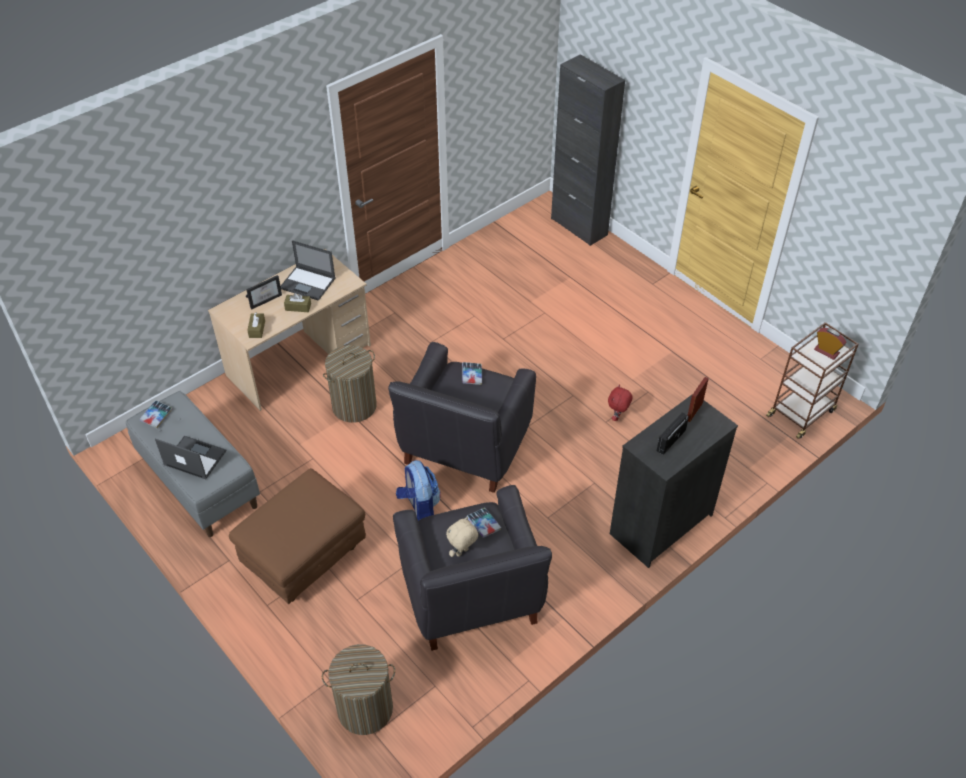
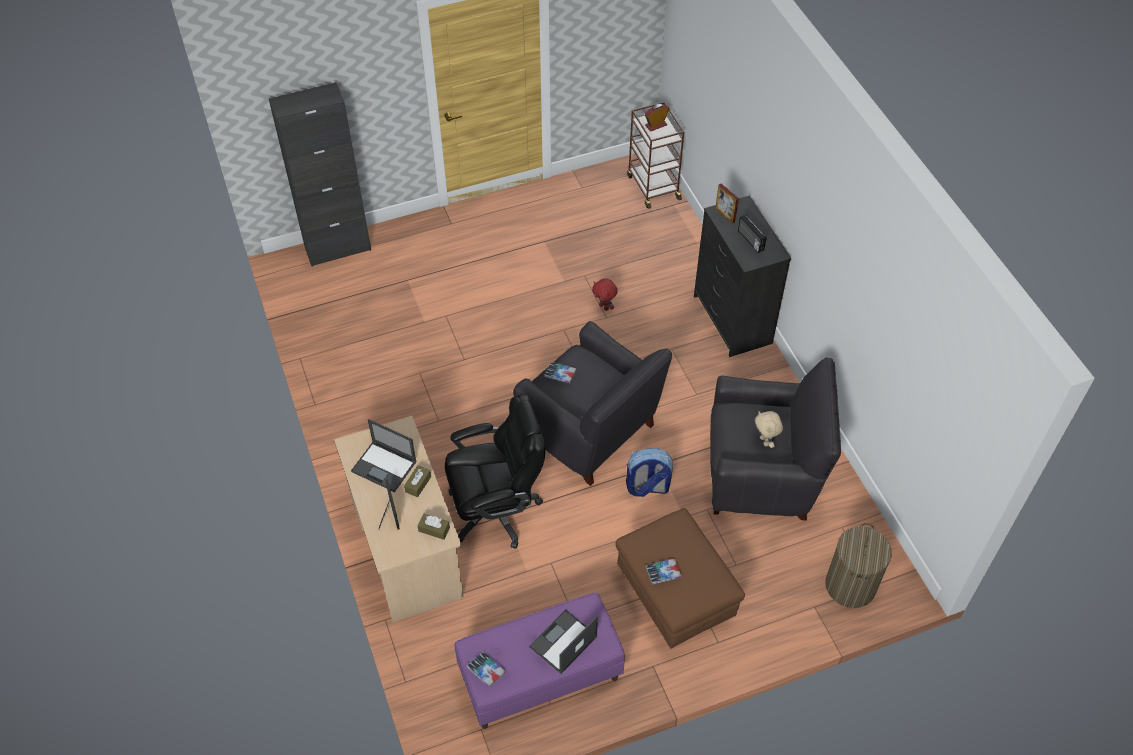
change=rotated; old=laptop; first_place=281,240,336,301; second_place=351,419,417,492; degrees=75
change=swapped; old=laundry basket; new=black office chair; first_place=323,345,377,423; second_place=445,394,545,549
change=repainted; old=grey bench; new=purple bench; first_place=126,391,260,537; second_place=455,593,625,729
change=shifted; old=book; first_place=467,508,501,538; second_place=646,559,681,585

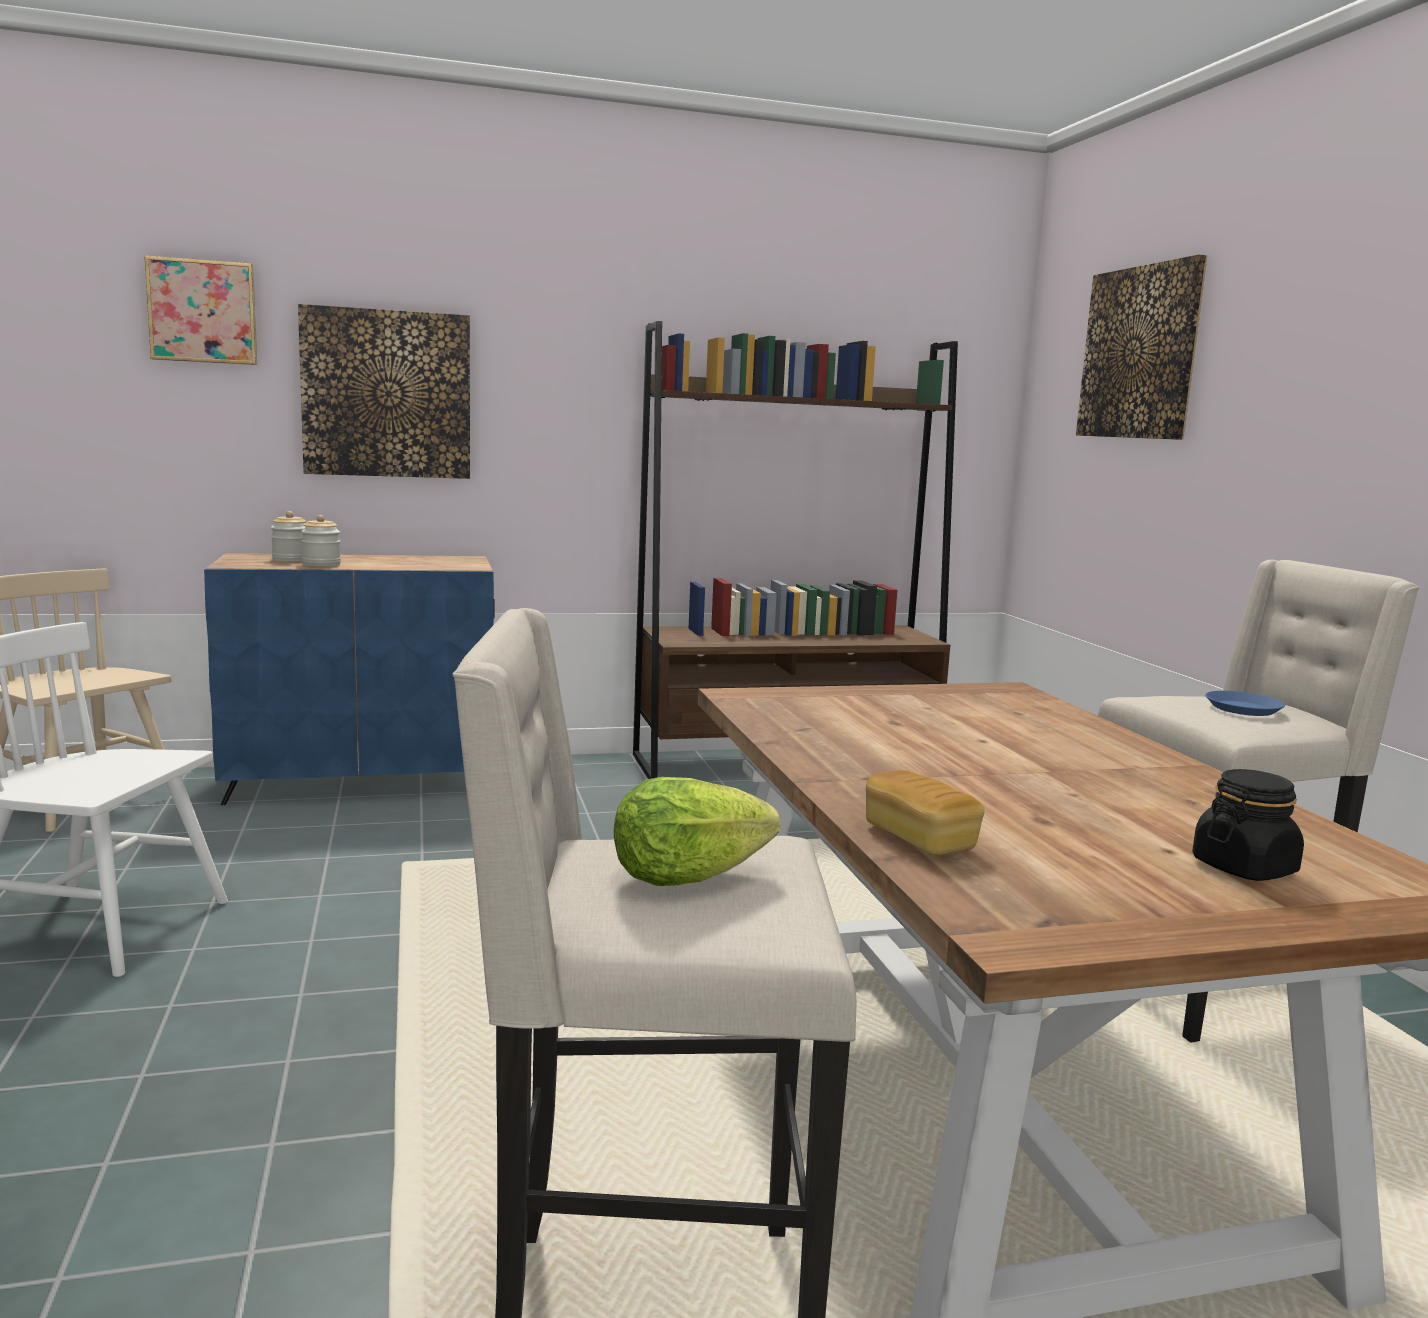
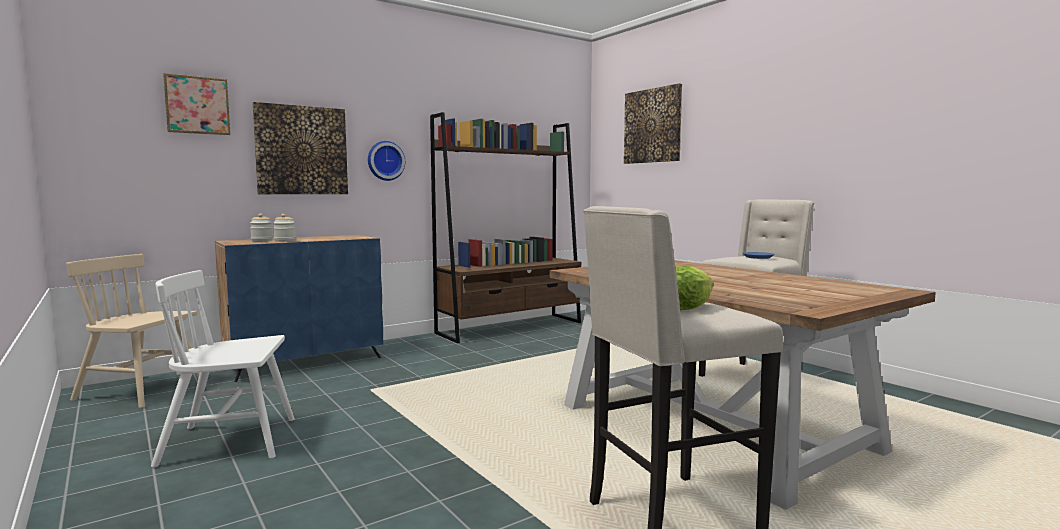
change=new; new=wall clock; second_place=368,141,405,181
change=gone; old=bread; first_place=866,770,985,855
change=gone; old=black jar; first_place=1193,769,1304,881

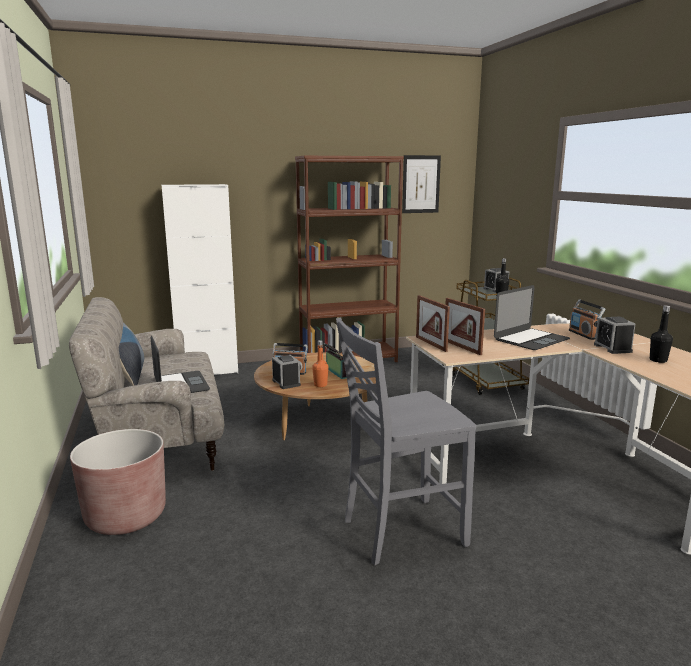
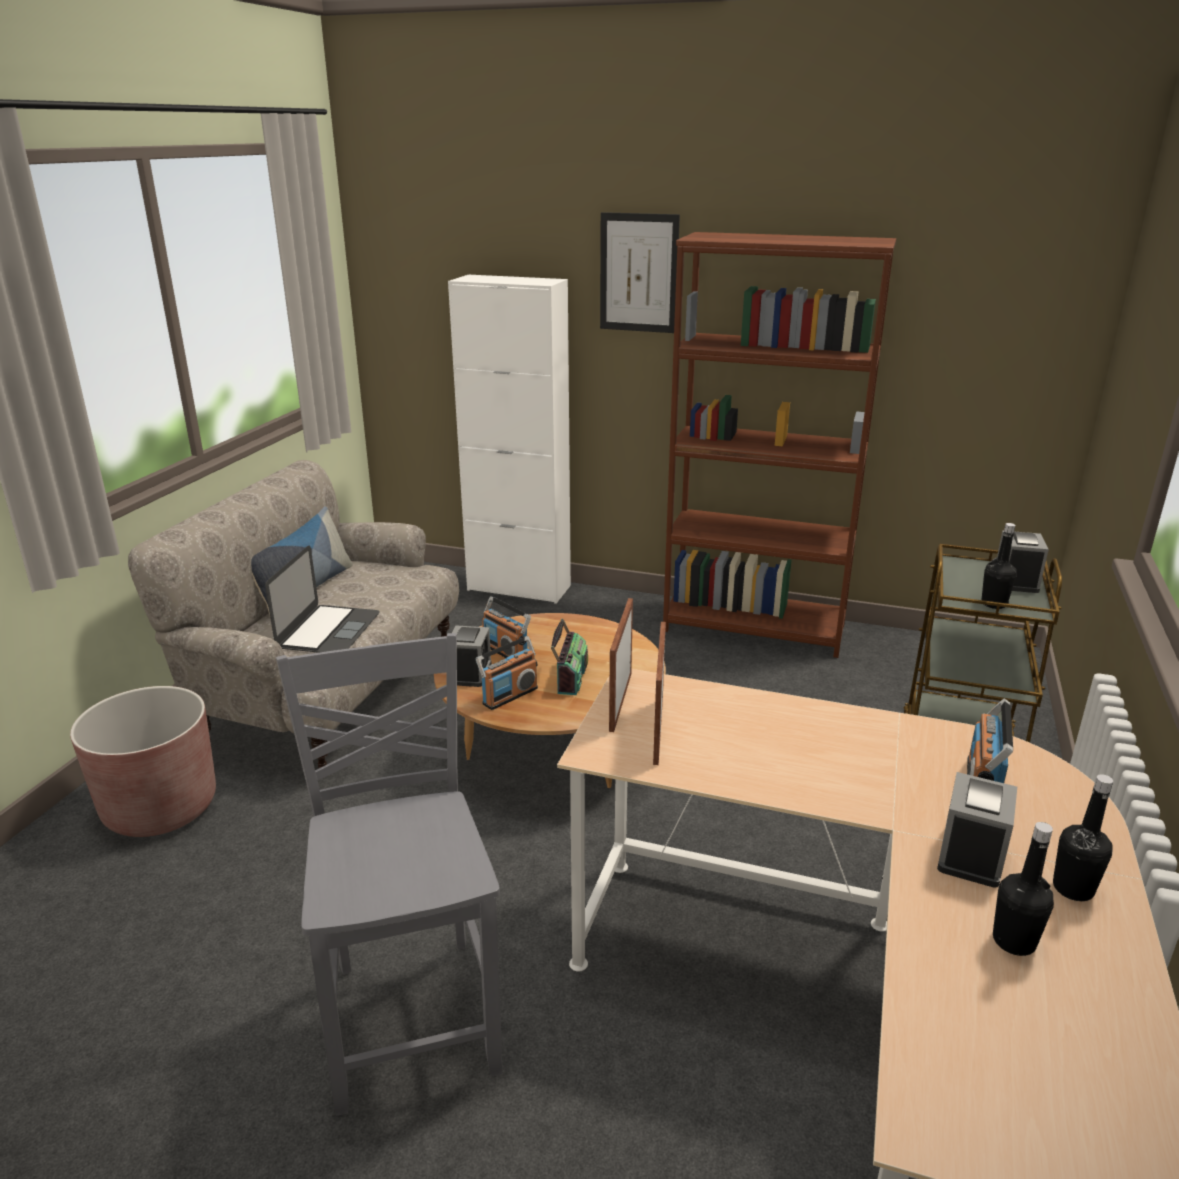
change=rotated; old=grey chair; first_place=336,318,476,565; second_place=276,633,502,1116; degrees=60
change=swapped; old=orange bottle; new=radio; first_place=312,340,329,387; second_place=476,636,538,710
change=shifted; old=picture; first_place=402,155,441,213; second_place=600,212,680,333
change=new; new=black bottle; second_place=1053,774,1113,901
change=gone; old=laptop; first_place=494,285,570,350

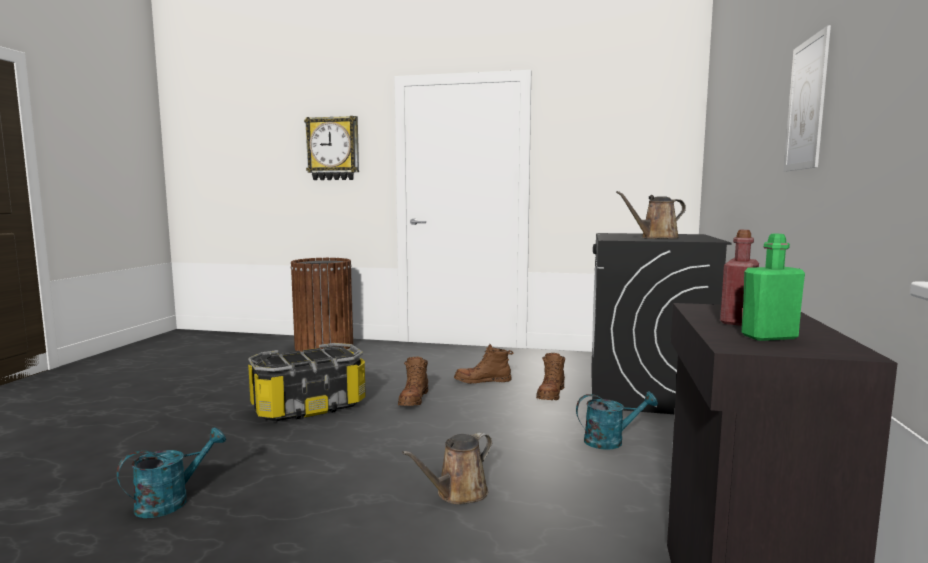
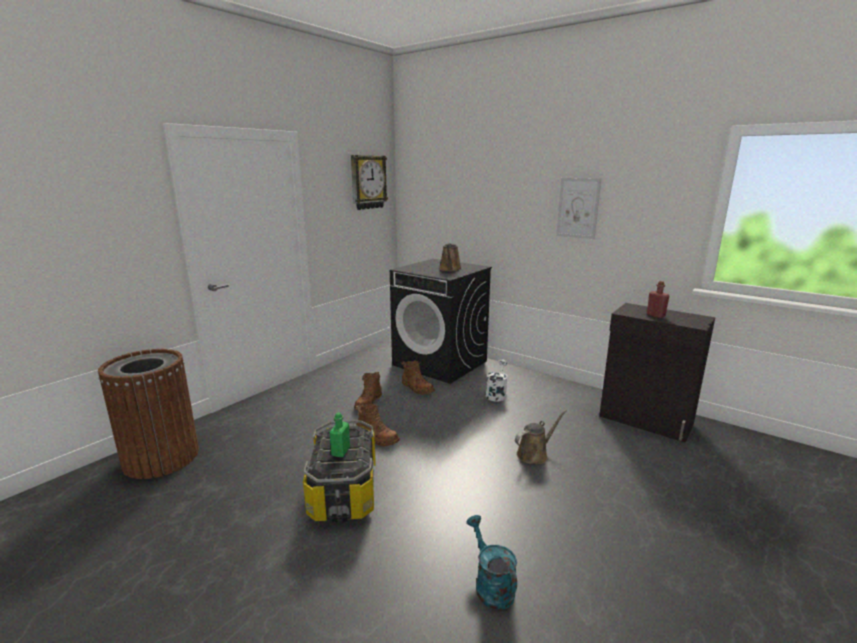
change=shifted; old=green bottle; first_place=741,234,805,341; second_place=329,412,350,457
change=shifted; old=wall clock; first_place=304,116,359,180; second_place=351,155,388,210
change=repainted; old=turquoise watering can; new=white watering can; first_place=576,391,658,450; second_place=486,360,508,401
change=rotated; old=brown watering can; first_place=402,432,492,504; second_place=515,410,567,464; degrees=-105

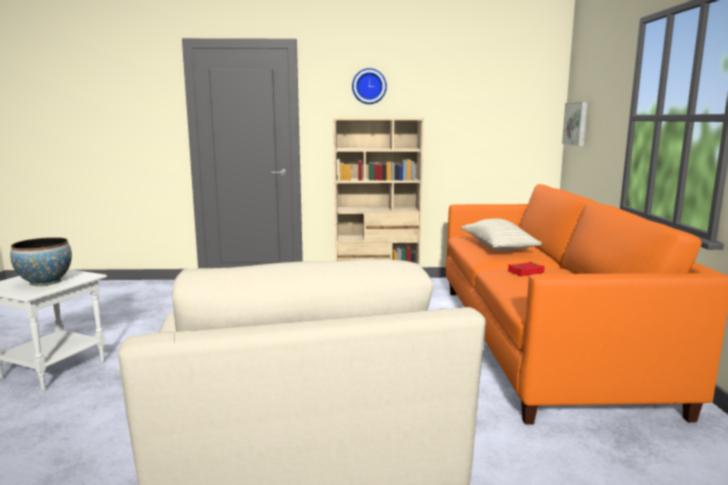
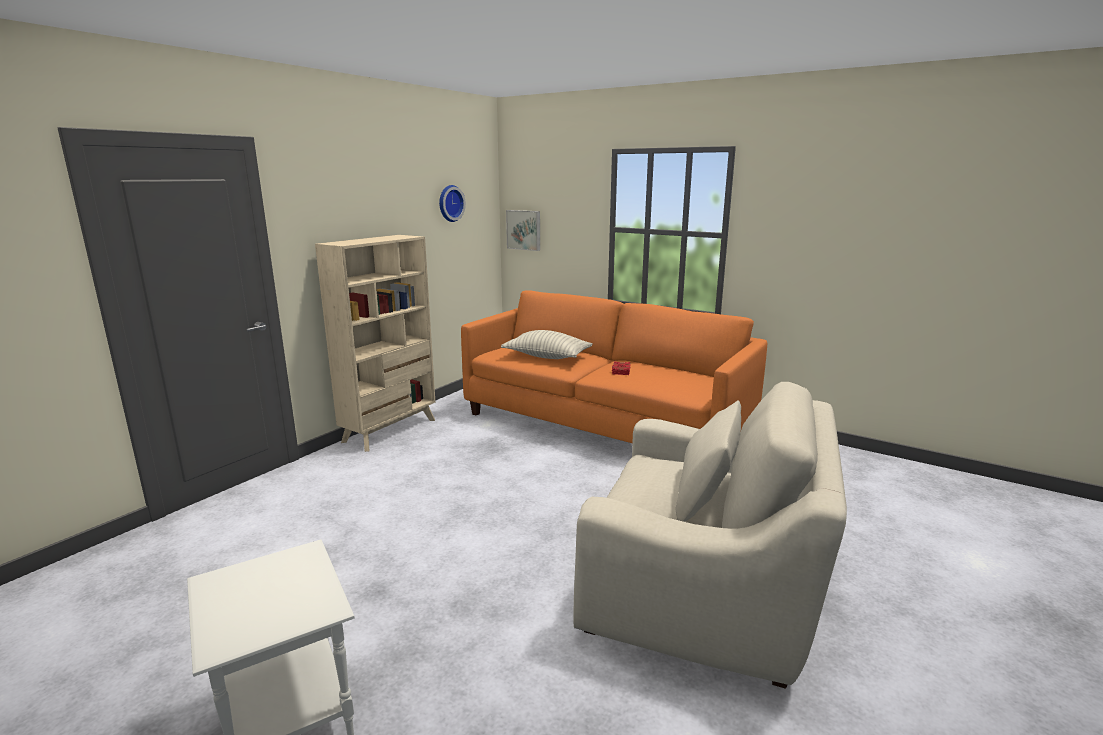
change=shifted; old=wall clock; first_place=352,68,387,104; second_place=439,185,466,222
change=gone; old=bowl; first_place=10,237,72,286

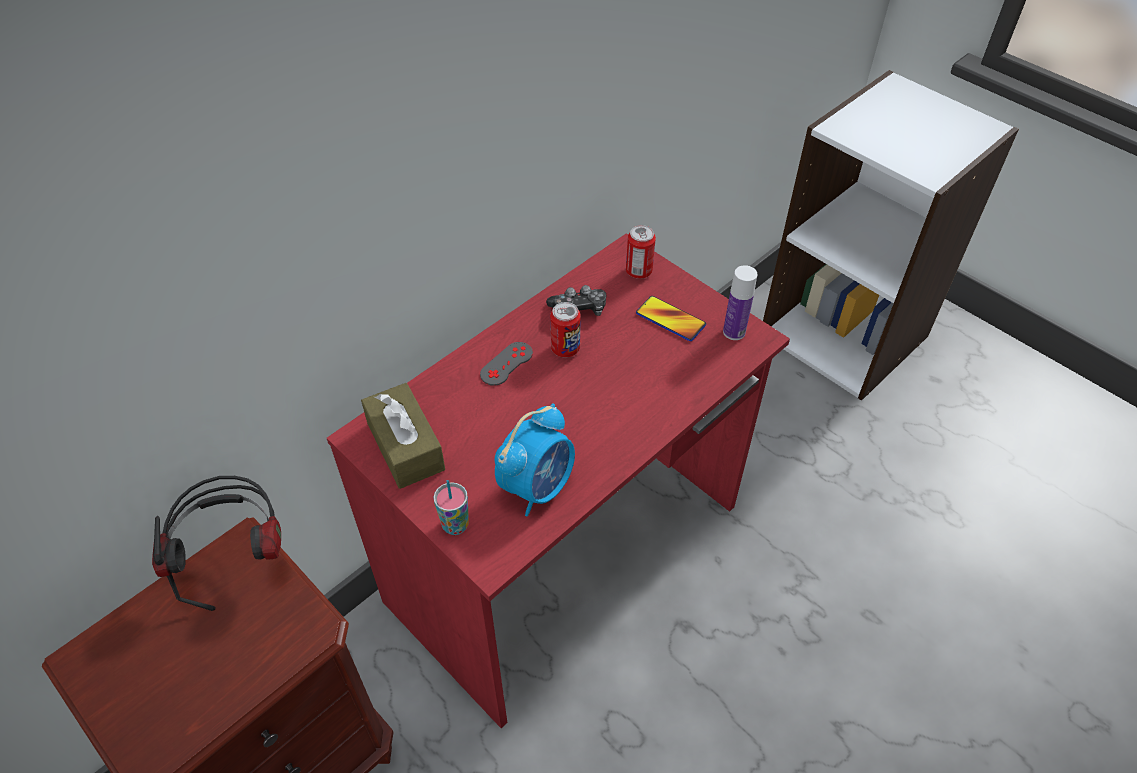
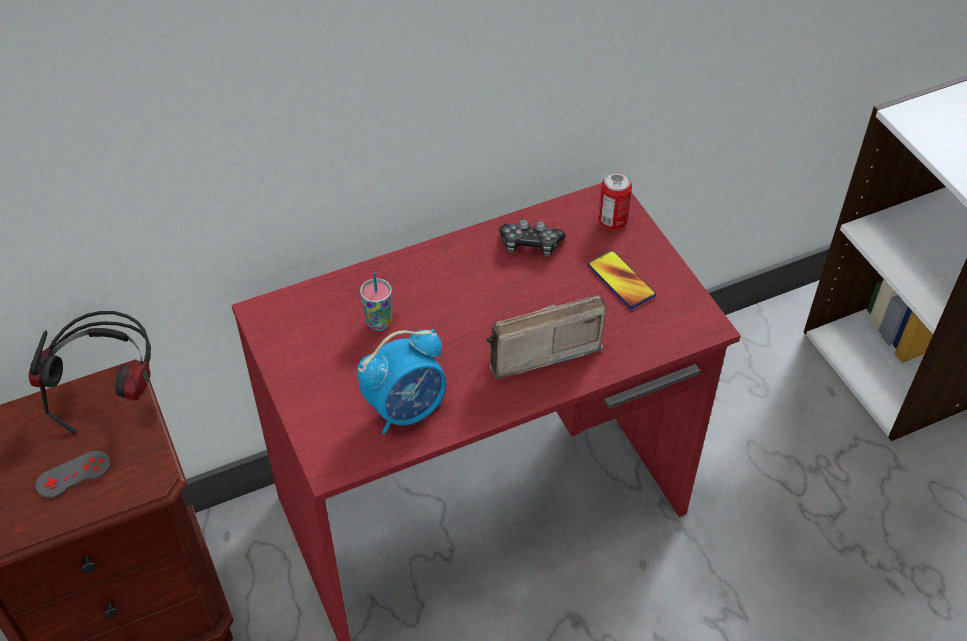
change=shifted; old=grey game controller; first_place=480,342,533,386; second_place=35,451,111,498
change=shifted; old=cup; first_place=434,480,469,535; second_place=360,272,392,331
change=new; new=radio; second_place=486,295,607,379
change=gone; old=brown tissue box; first_place=361,383,445,489
change=gone; old=can; first_place=550,302,581,358
change=gone; old=bottle; first_place=723,265,758,340

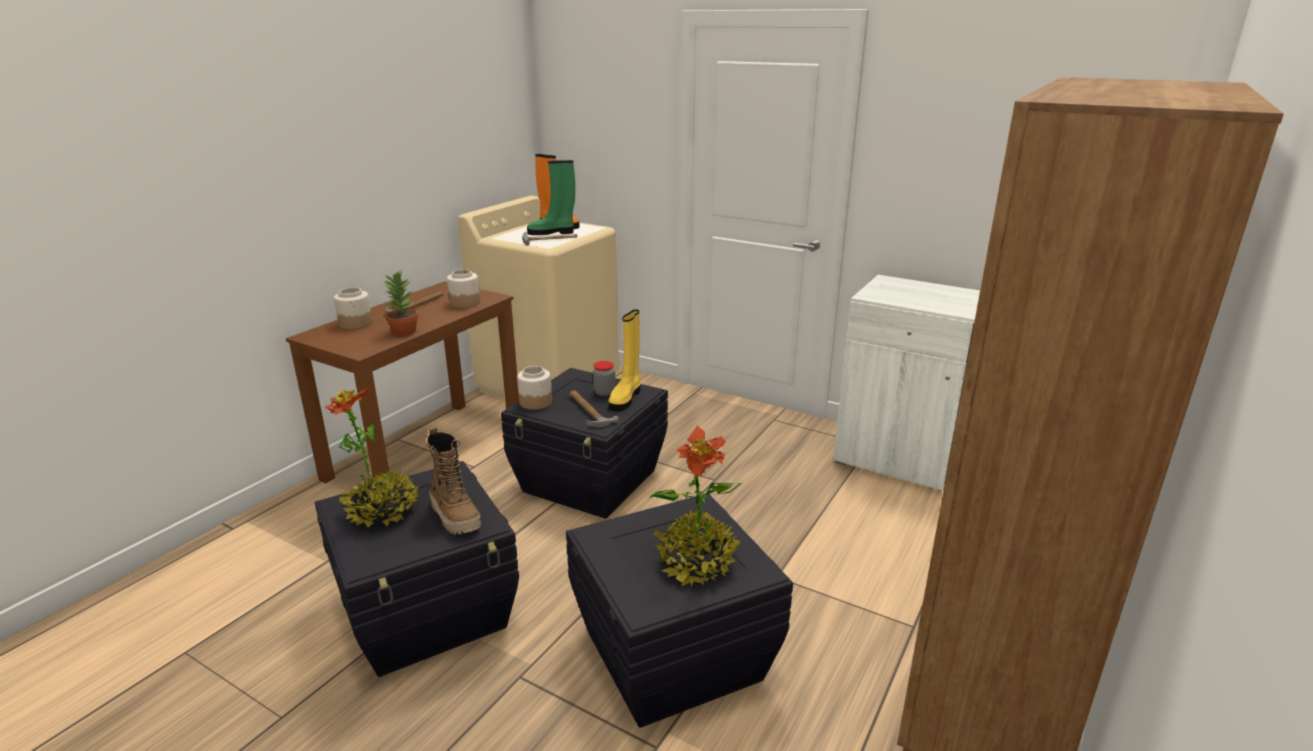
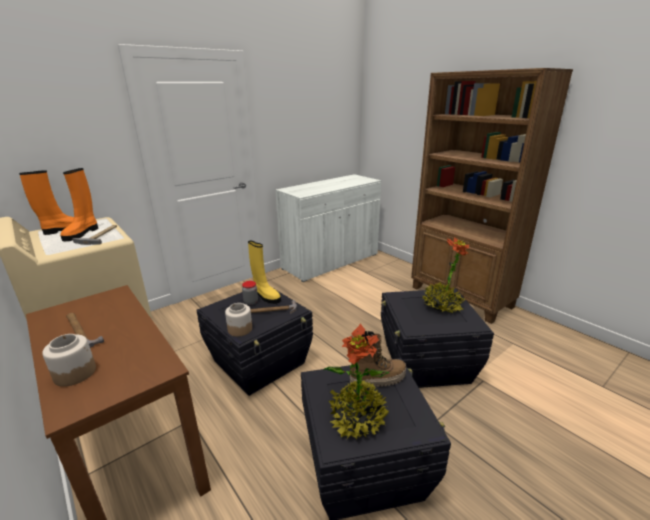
change=repainted; old=green boot; new=orange boot; first_place=527,160,575,235; second_place=60,168,98,241
change=gone; old=potted plant; first_place=383,270,419,336
change=gone; old=jar; first_place=447,269,480,308

